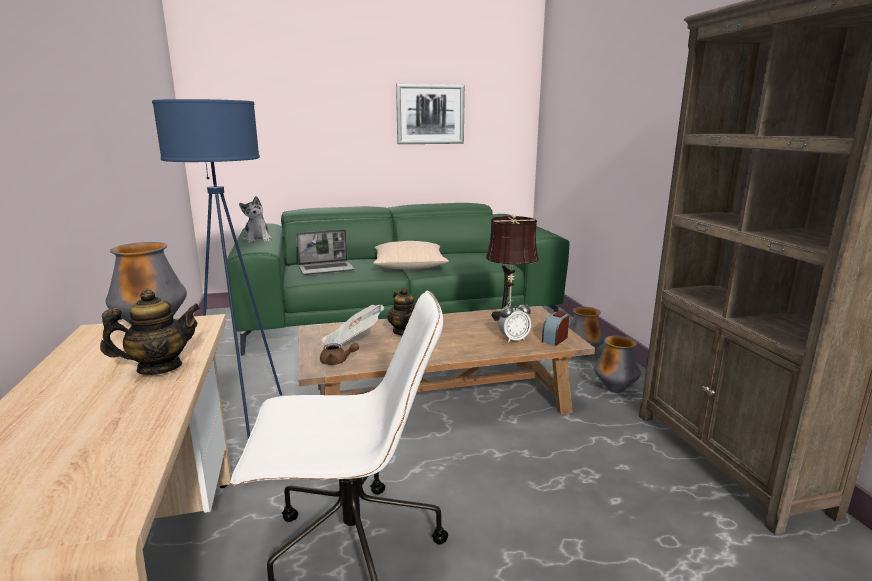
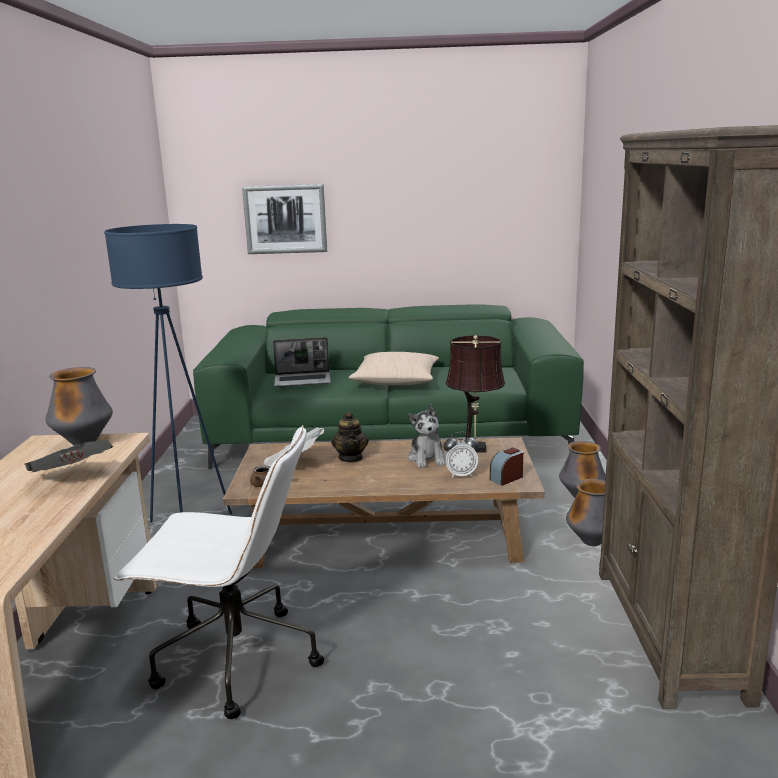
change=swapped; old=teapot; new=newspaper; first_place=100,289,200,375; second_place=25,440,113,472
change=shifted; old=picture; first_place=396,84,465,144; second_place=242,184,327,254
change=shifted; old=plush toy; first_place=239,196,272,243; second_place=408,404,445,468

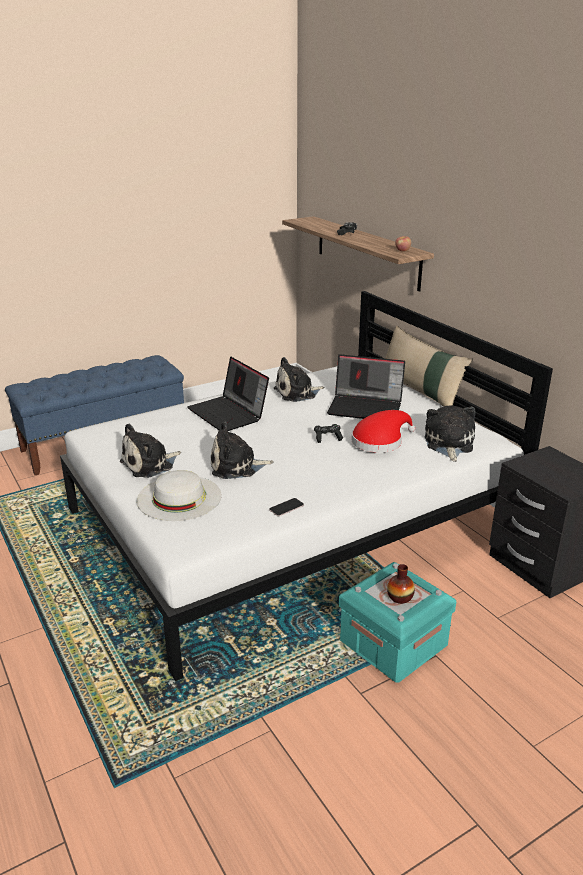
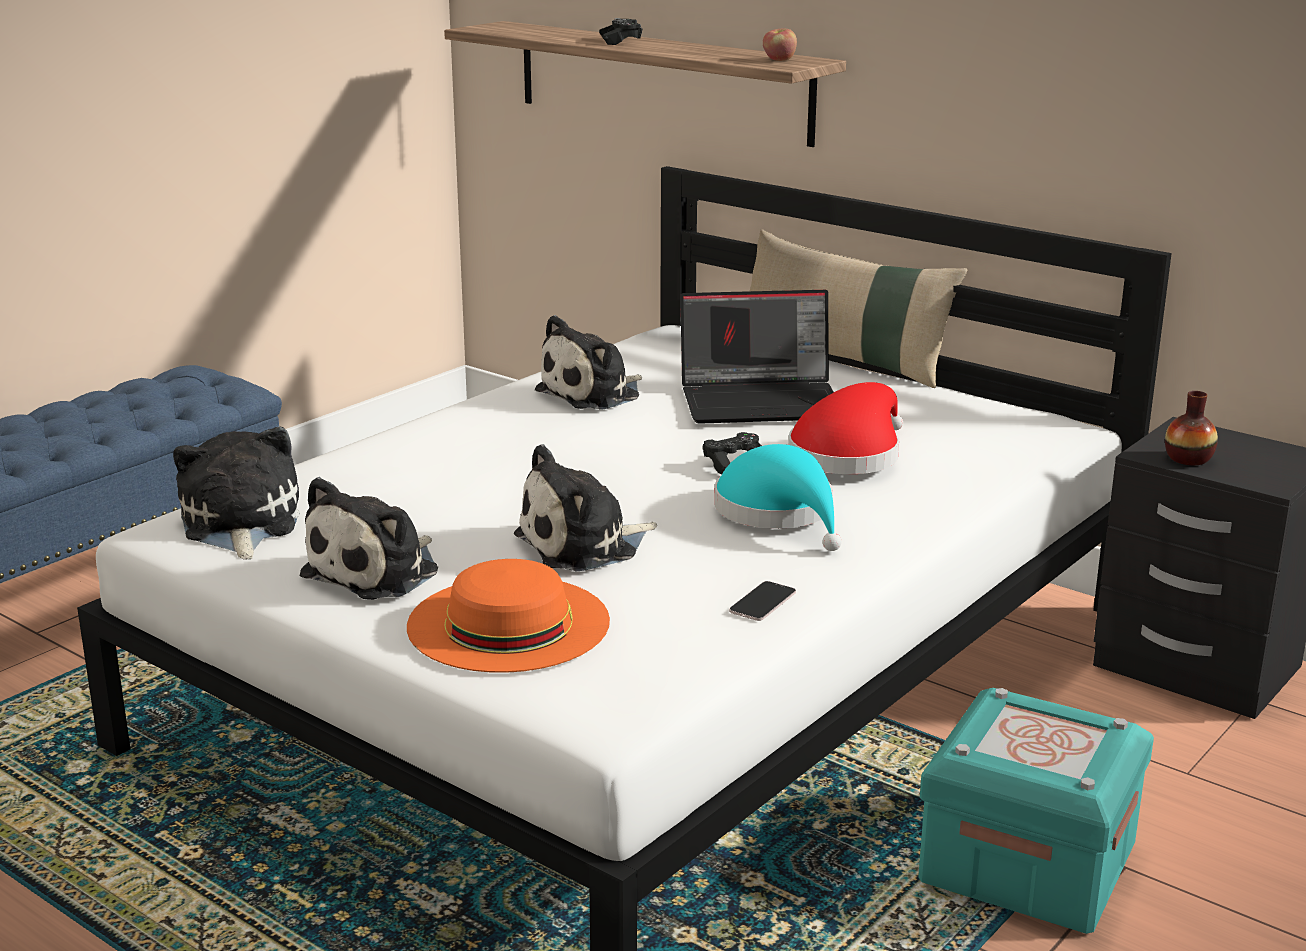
change=shifted; old=plush toy; first_place=425,405,476,462; second_place=173,427,300,560
change=repainted; old=white hat; new=orange hat; first_place=137,470,221,521; second_place=407,559,610,673
change=new; new=turquoise hat; second_place=714,444,841,551
change=shifted; old=vase; first_place=387,564,415,604; second_place=1165,391,1218,465
change=gone; old=laptop; first_place=187,356,269,431

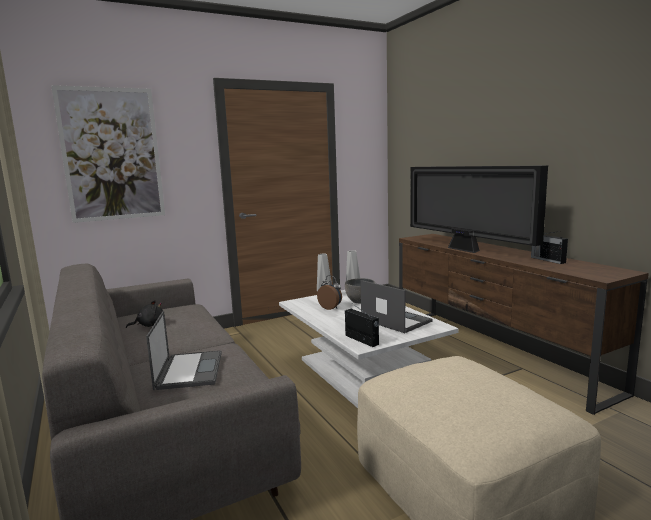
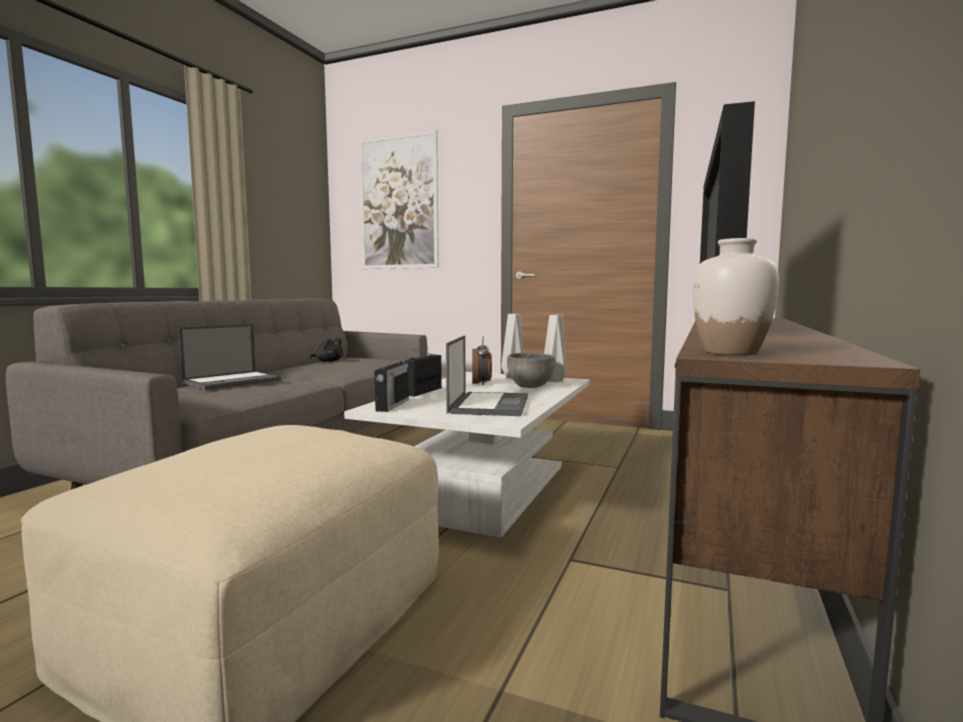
change=shifted; old=radio; first_place=531,231,568,264; second_place=404,349,442,397
change=new; new=white vase; second_place=692,238,779,355

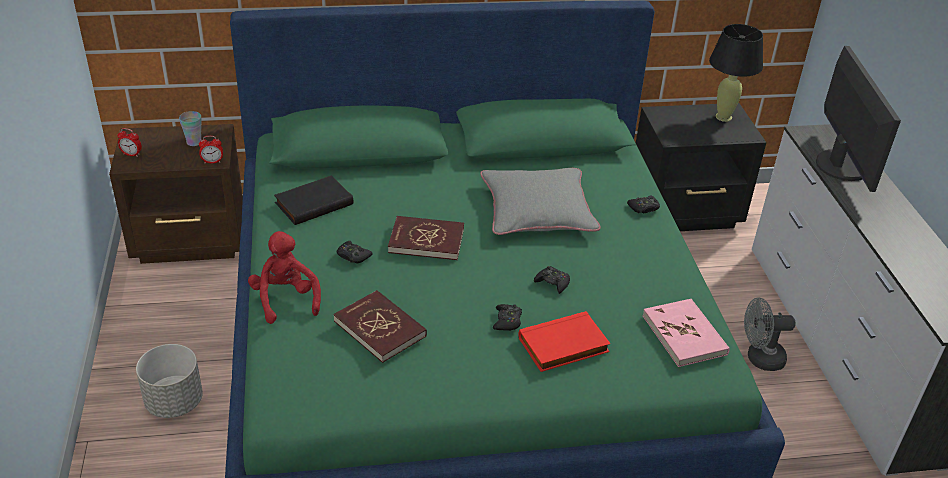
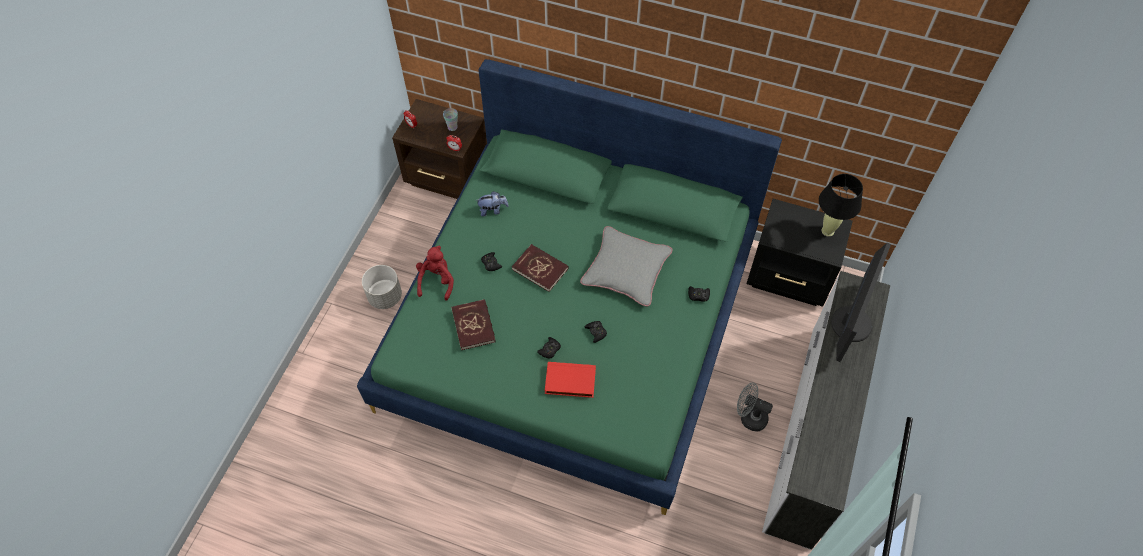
change=swapped; old=black book; new=plush toy; first_place=274,175,353,225; second_place=476,191,509,217
change=gone; old=pink book; first_place=642,299,730,367

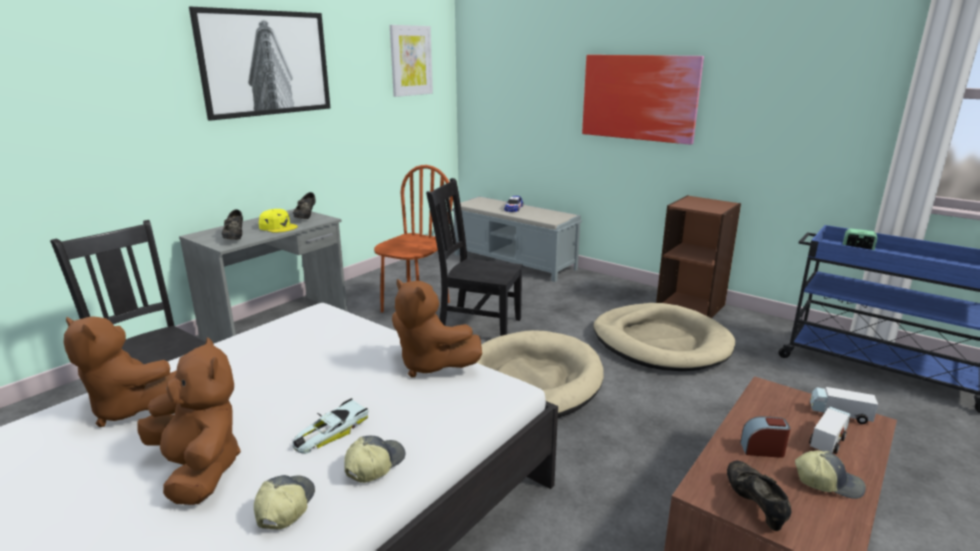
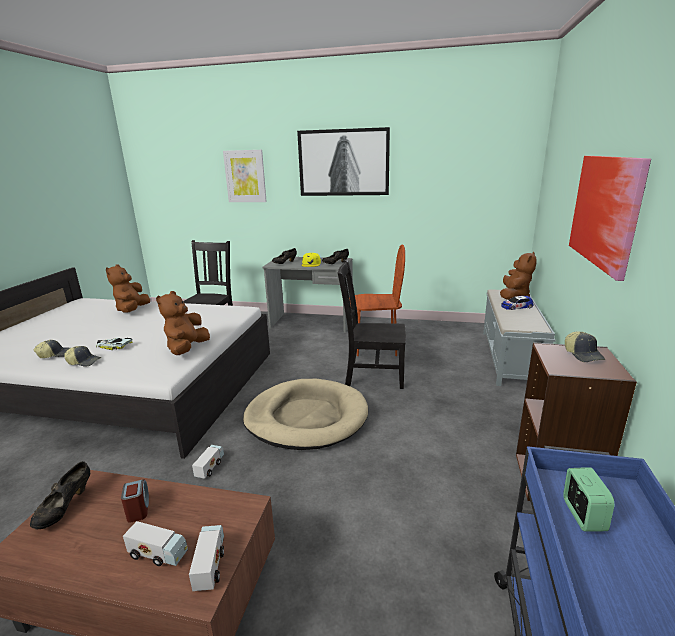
change=rotated; old=black shoe; first_place=727,461,791,531; second_place=30,461,90,529; degrees=135
change=new; new=toy truck; second_place=192,445,224,479
change=shifted; old=picture; first_place=390,25,433,97; second_place=223,150,267,202
change=rotated; old=black chair; first_place=426,178,523,336; second_place=338,259,406,389; degrees=-75
change=shifted; old=brown plush toy; first_place=137,337,241,505; second_place=500,252,537,300
change=shifted; old=cap; first_place=795,450,866,499; second_place=565,331,605,362
change=gone; old=beige dog bed; first_place=593,303,735,371

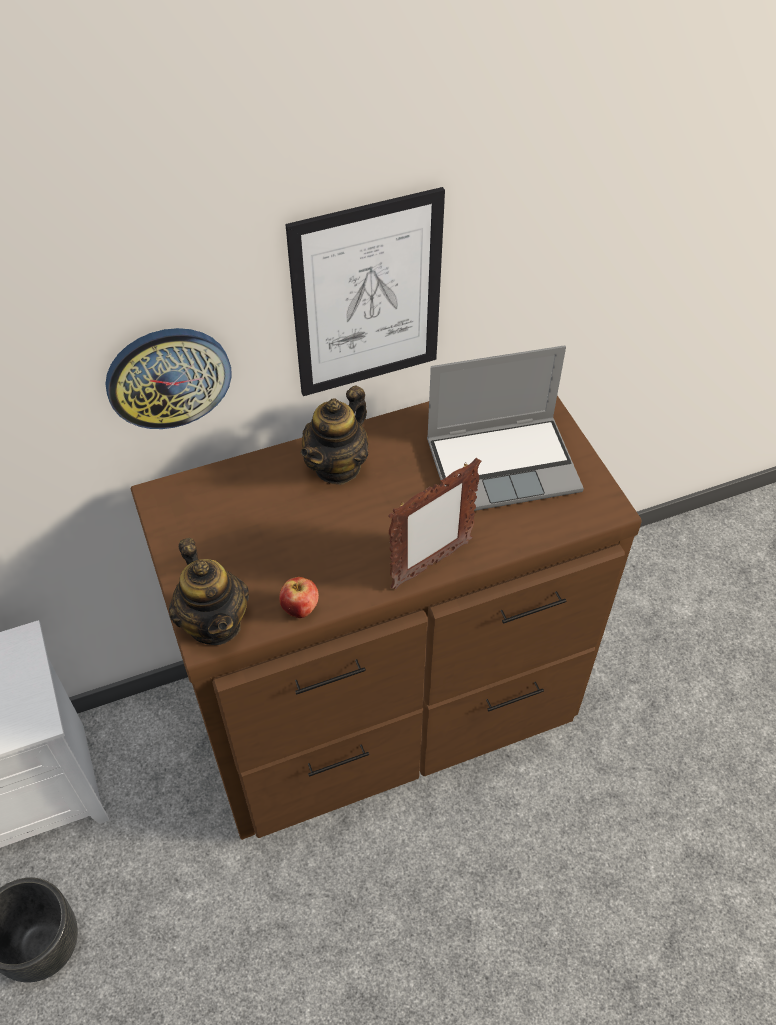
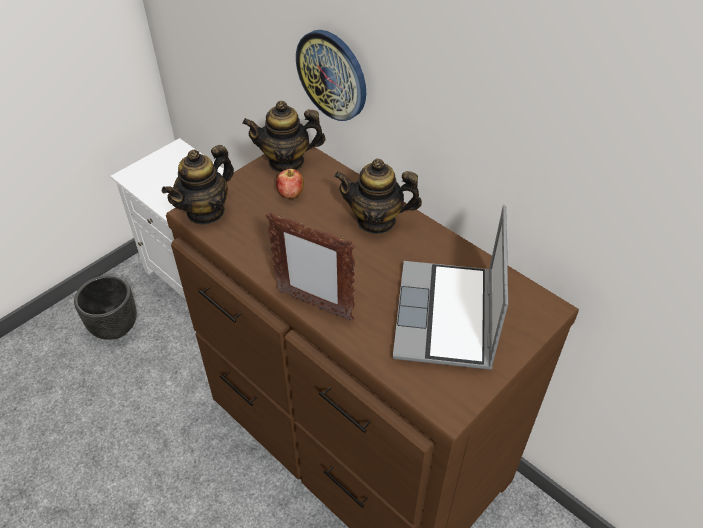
change=new; new=teapot; second_place=243,101,325,172
change=shifted; old=apple; first_place=280,577,319,618; second_place=276,169,304,199
change=rotated; old=laptop; first_place=427,345,584,511; second_place=393,205,508,370; degrees=45
change=gone; old=picture; first_place=285,187,445,396

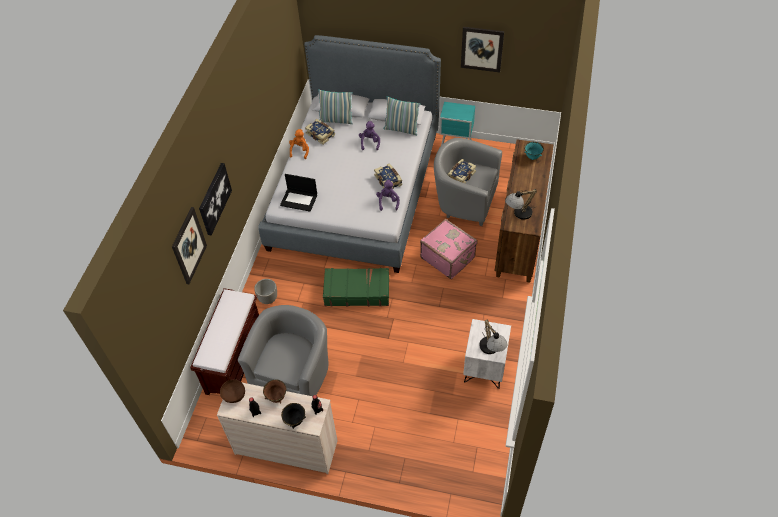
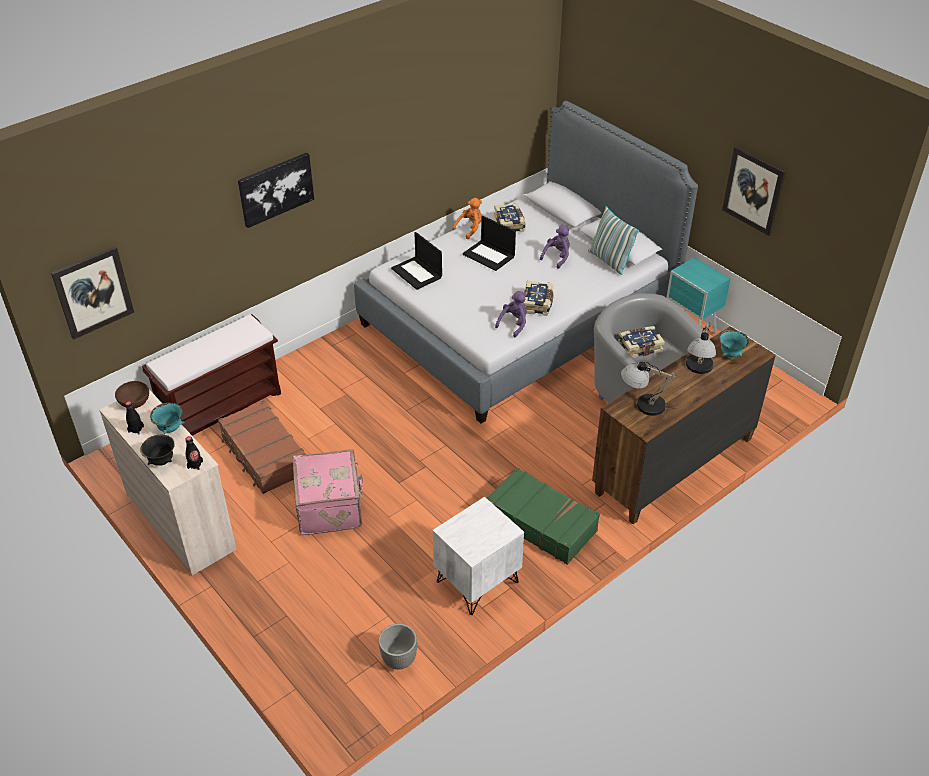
change=shifted; old=picture; first_place=172,207,207,284; second_place=51,246,134,340
change=repainted; old=brown bowl; new=turquoise bowl; first_place=263,380,286,403; second_place=150,403,184,434
change=swapped; old=grey armchair; new=brown suitcase; first_place=238,305,329,396; second_place=218,400,307,494
change=shifted; old=pink suitcase; first_place=420,219,478,279; second_place=293,449,363,535
change=shifted; old=planter; first_place=254,279,277,304; second_place=378,624,417,669
change=new; new=laptop; second_place=462,216,516,271
change=shifted; old=green suitcase; first_place=323,268,389,307; second_place=487,468,600,565
change=shifted; old=table lamp; first_place=479,319,507,354; second_place=686,322,716,374
change=gone; old=pillow; first_place=318,89,353,124

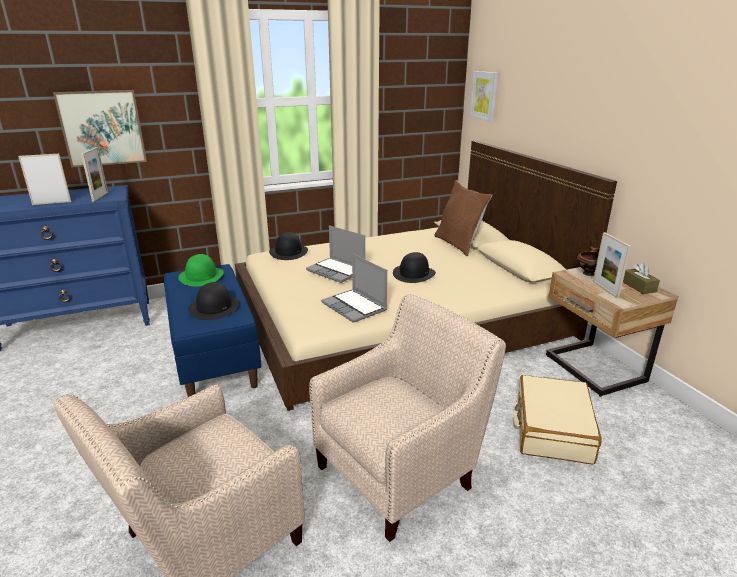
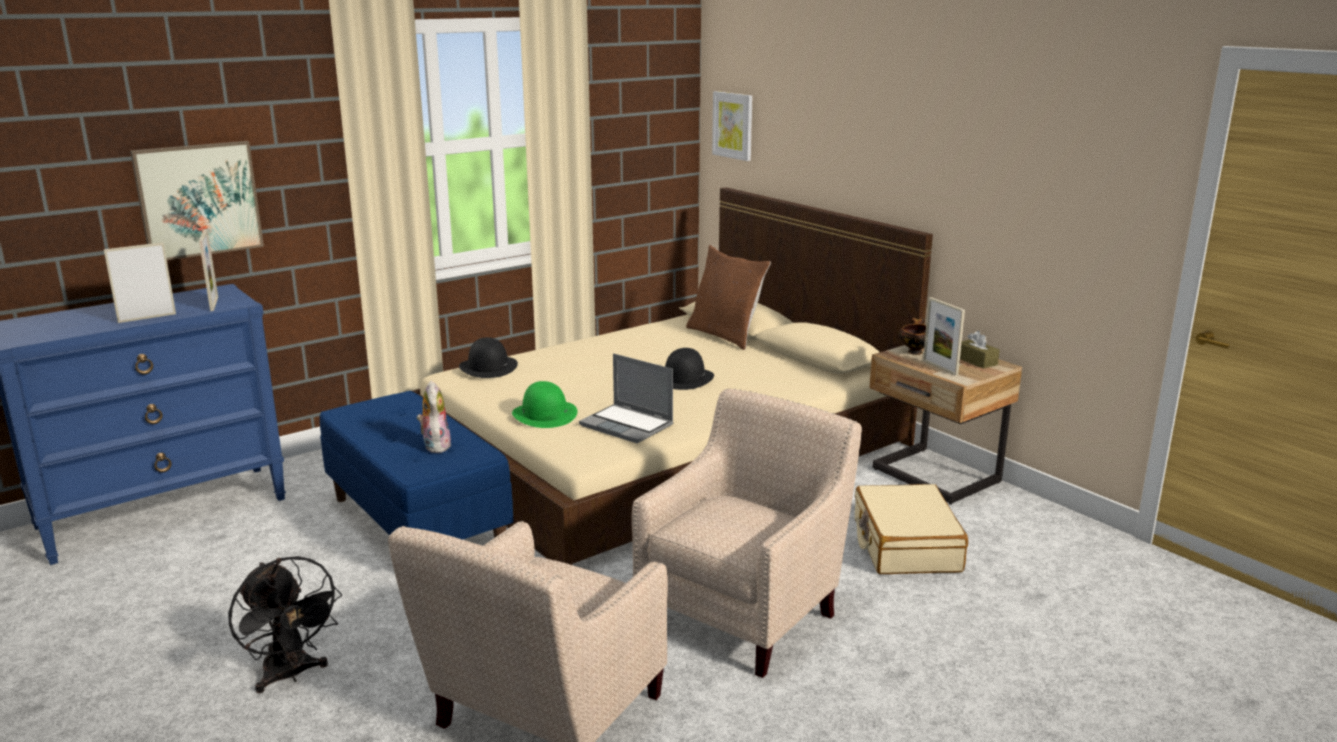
change=new; new=black fan; second_place=228,556,342,693
change=swapped; old=black hat; new=plush toy; first_place=188,282,239,320; second_place=417,381,452,453
change=shifted; old=green hat; first_place=178,254,224,286; second_place=512,381,578,428
change=gone; old=laptop; first_place=306,225,365,283

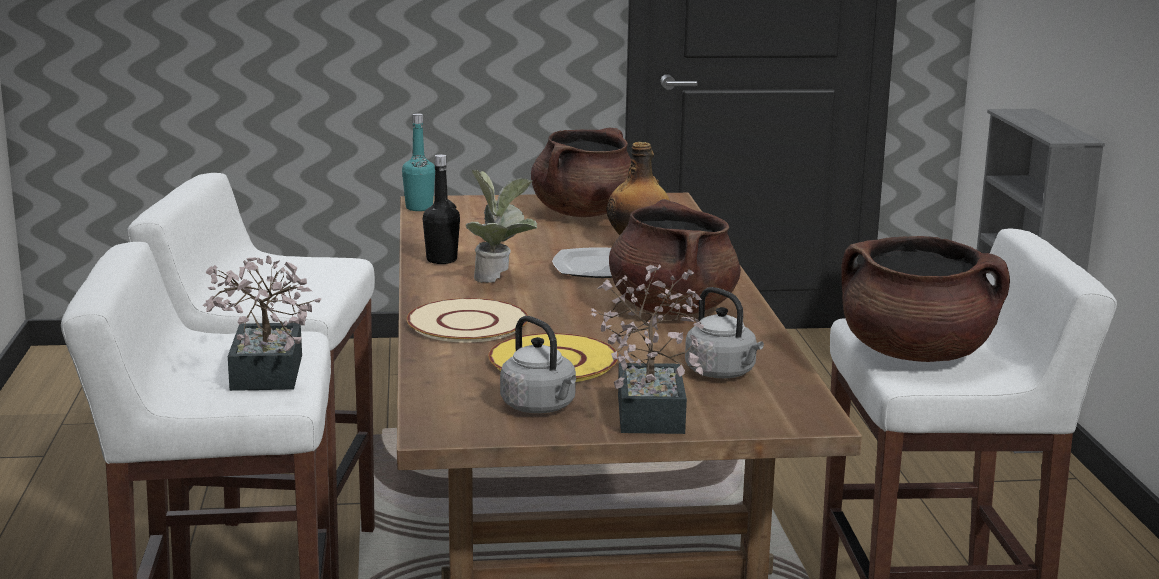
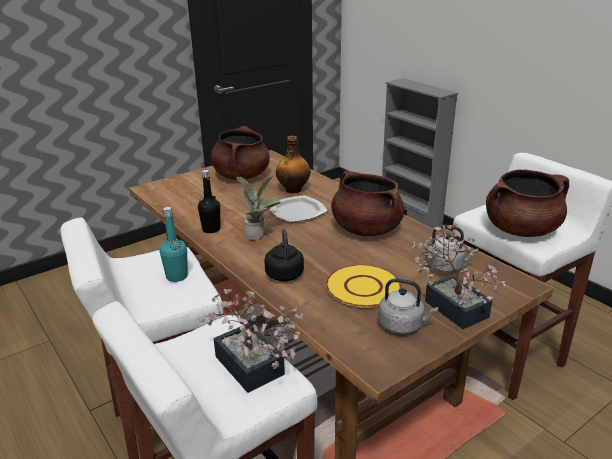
change=shifted; old=turquoise bottle; first_place=402,113,435,211; second_place=159,207,188,282
change=swapped; old=beige plate; new=black kettle; first_place=406,298,528,343; second_place=264,229,304,281

